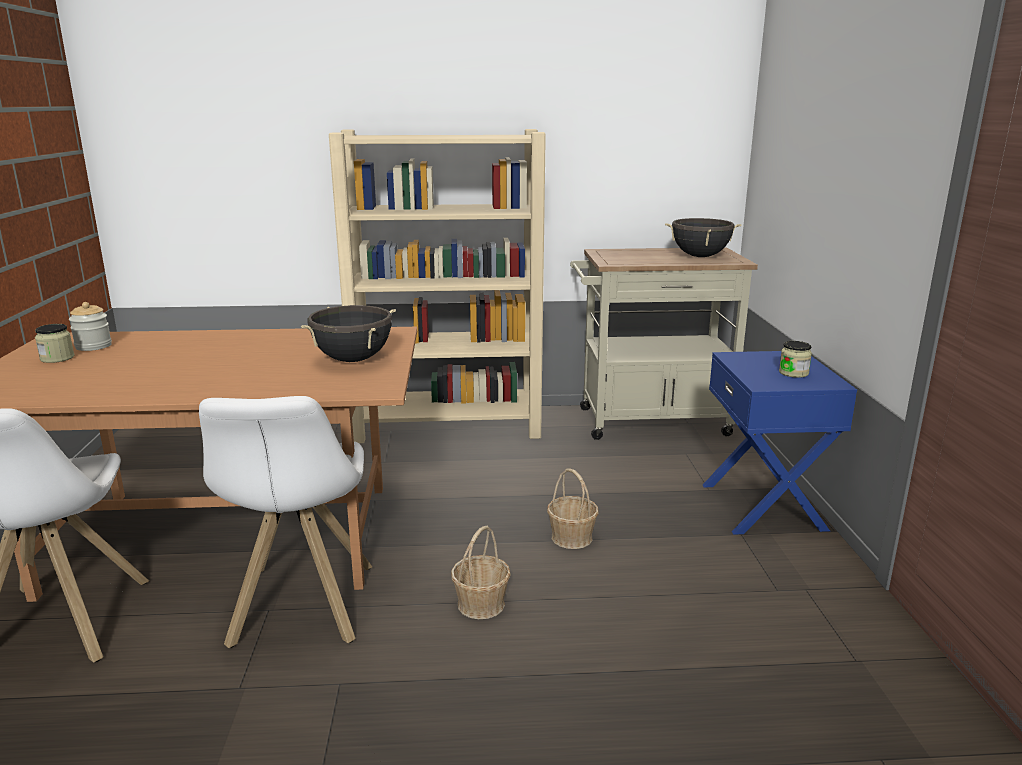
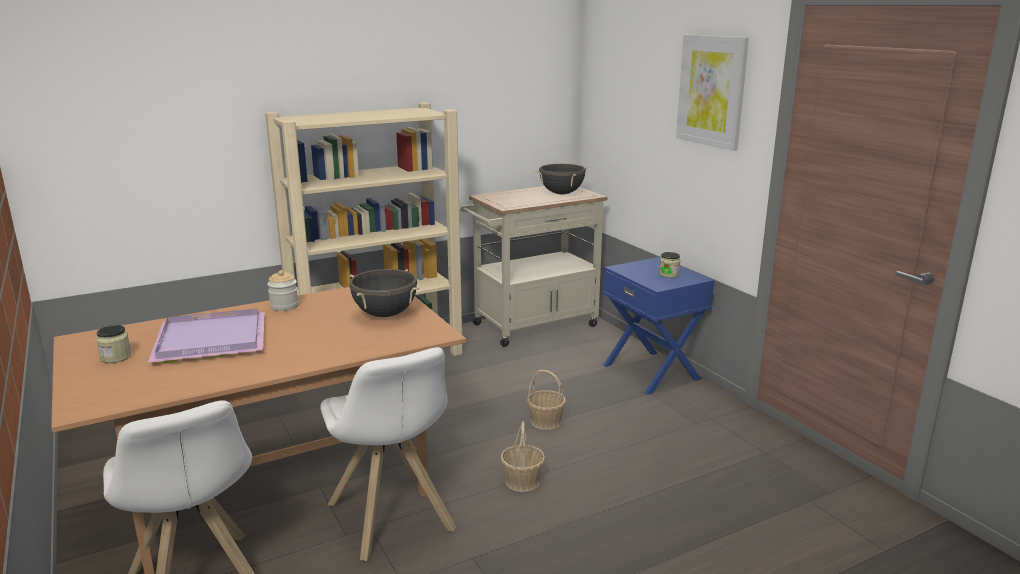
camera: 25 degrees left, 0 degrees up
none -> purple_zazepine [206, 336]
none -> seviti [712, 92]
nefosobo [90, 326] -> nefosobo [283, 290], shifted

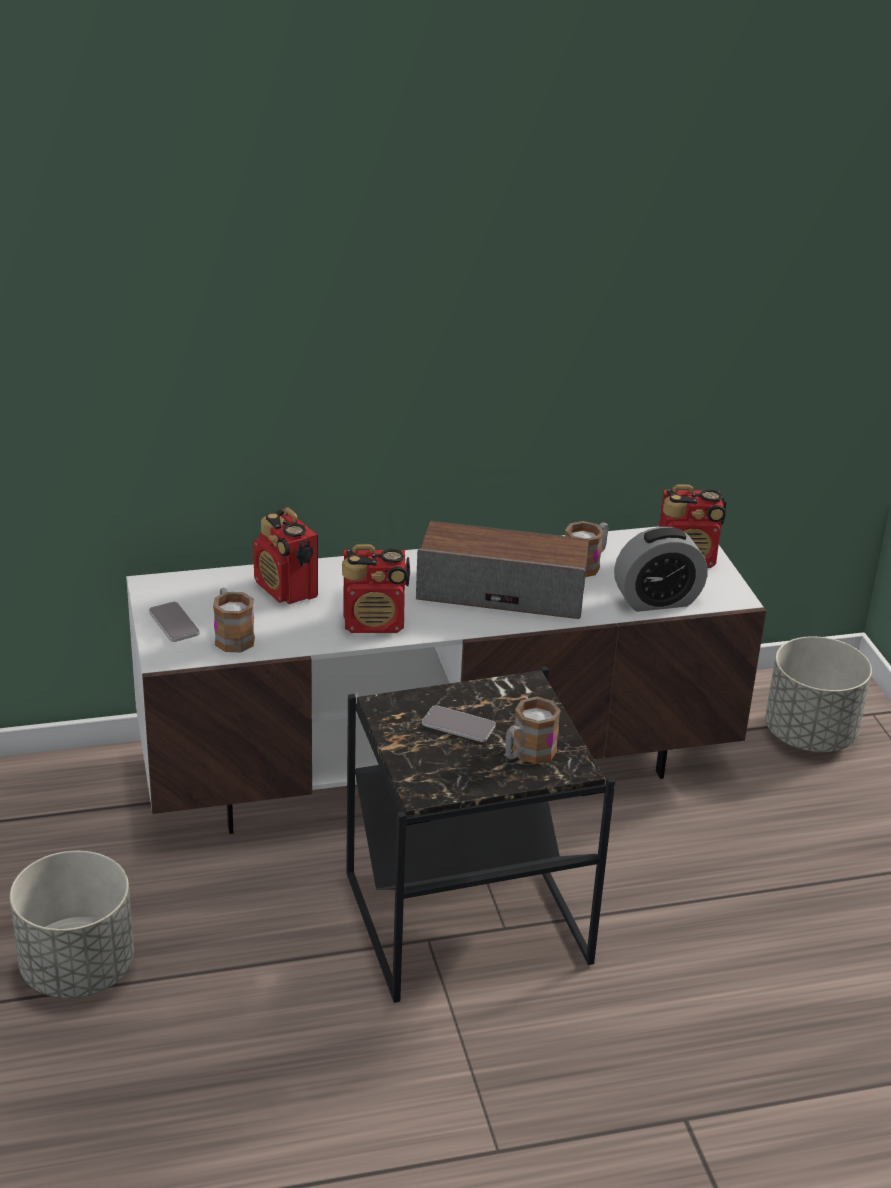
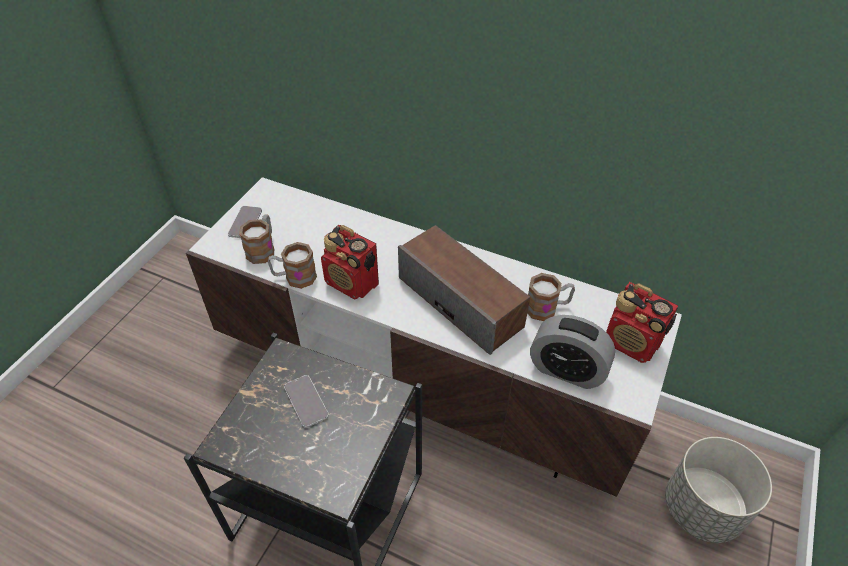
camera: 40 degrees right, 15 degrees up
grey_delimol [72, 924] -> none
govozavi [285, 555] -> none
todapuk [533, 730] -> todapuk [292, 265], shifted

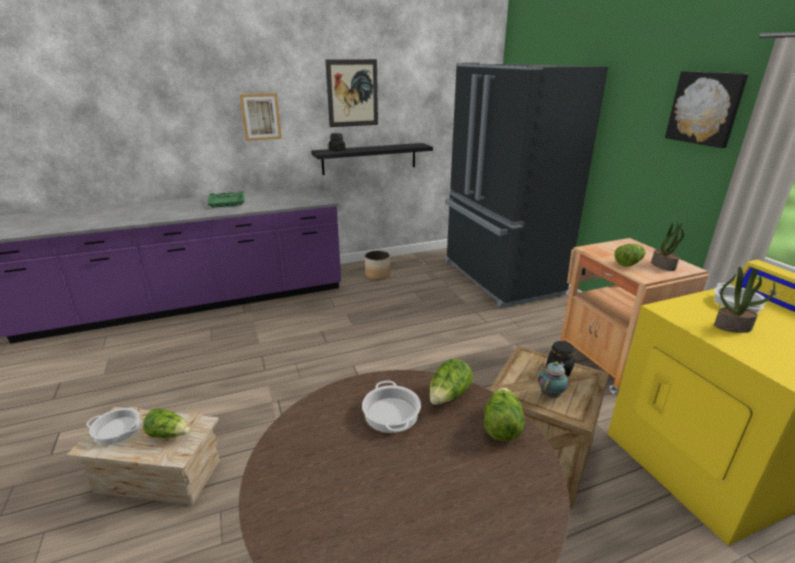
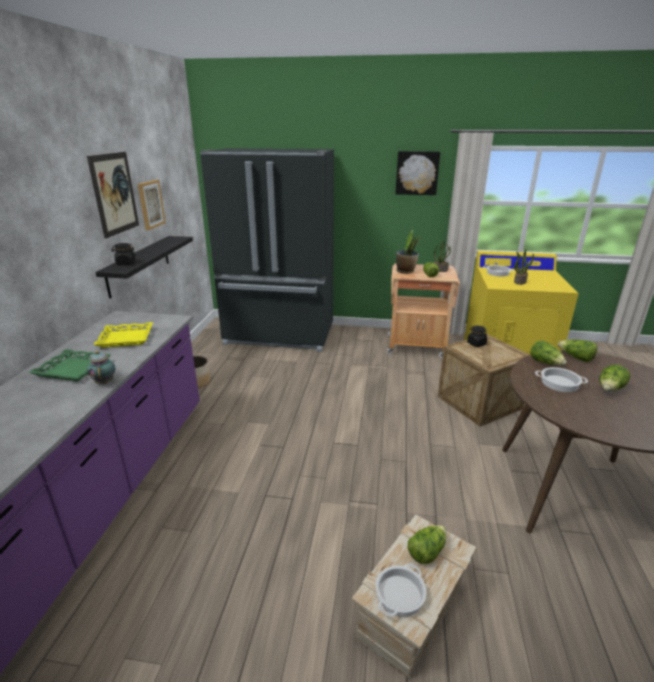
camera: 60 degrees left, 0 degrees up
none -> yellow_zazepine [123, 335]
none -> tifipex [408, 251]
none -> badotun [614, 377]
seviti [260, 117] -> seviti [152, 205], shifted
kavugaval [553, 380] -> kavugaval [101, 367], shifted

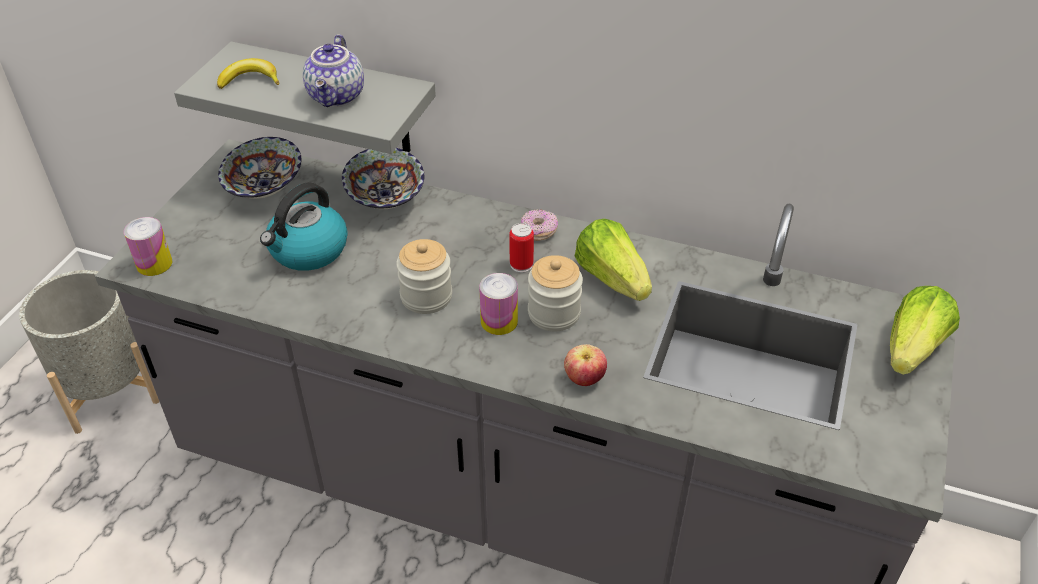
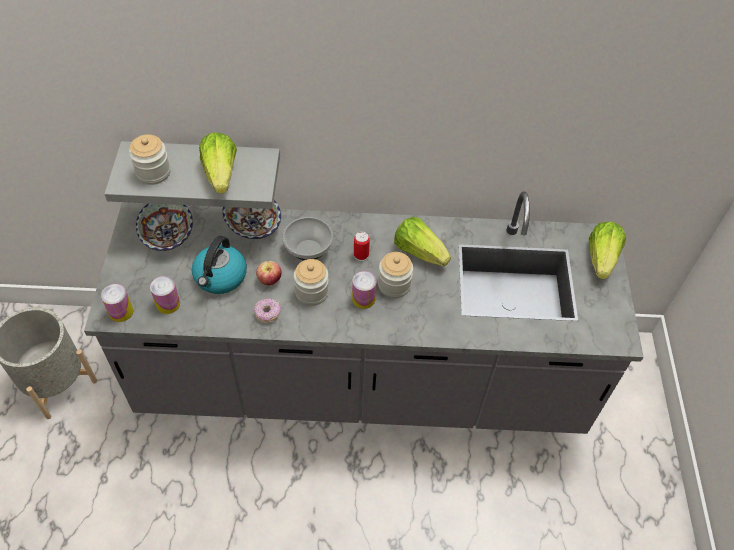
camera: 20 degrees left, 10 degrees up
none -> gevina [165, 295]
none -> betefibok [308, 239]
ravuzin [539, 225] -> ravuzin [267, 310], shifted
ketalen [585, 365] -> ketalen [269, 273], shifted
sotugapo [248, 73] -> nefosobo [150, 160]
kavugaval [333, 70] -> badotun [218, 163]

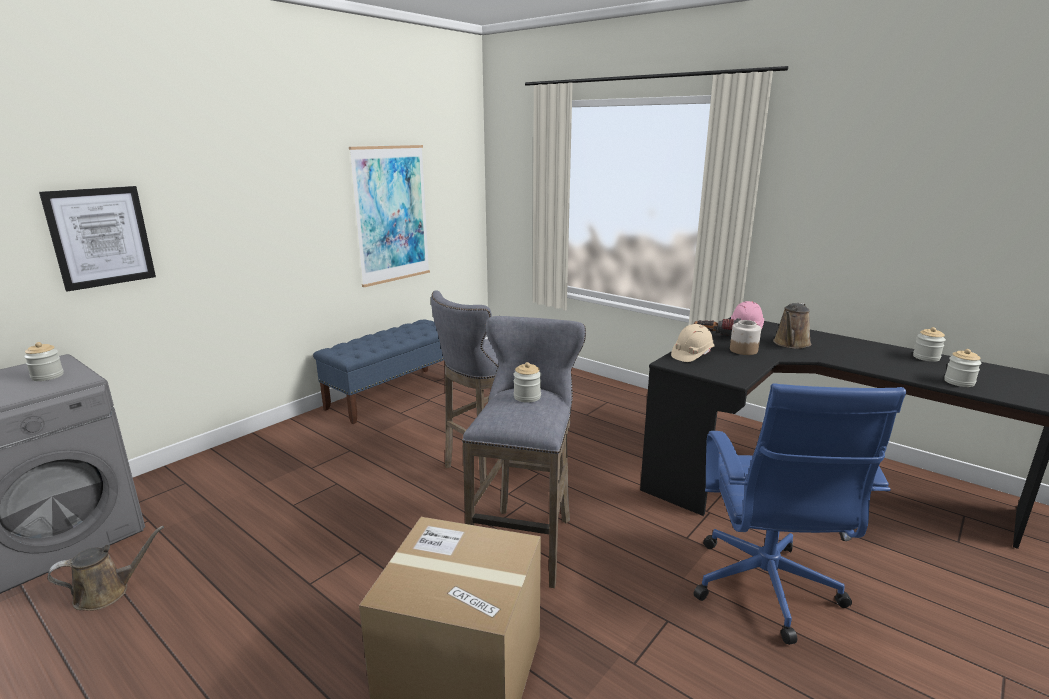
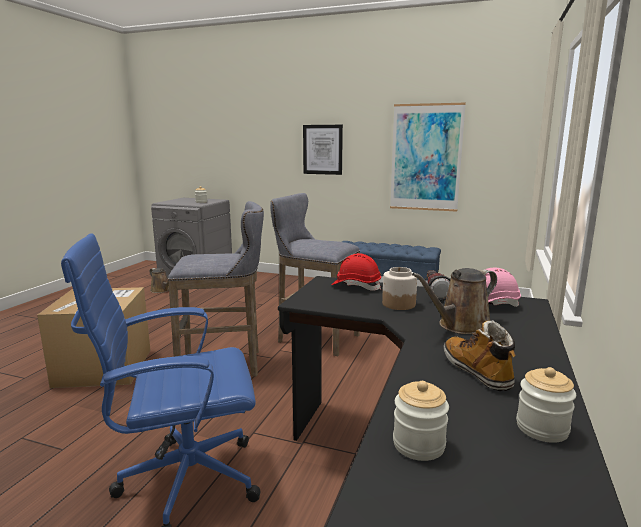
camera: 70 degrees right, 5 degrees down
nefosobo [527, 382] -> none
none -> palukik [480, 355]
seviti [97, 239] -> seviti [323, 150], shifted
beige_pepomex [693, 343] -> red_pepomex [356, 272]
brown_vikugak [792, 326] -> brown_vikugak [454, 301], 45 degrees counterclockwise

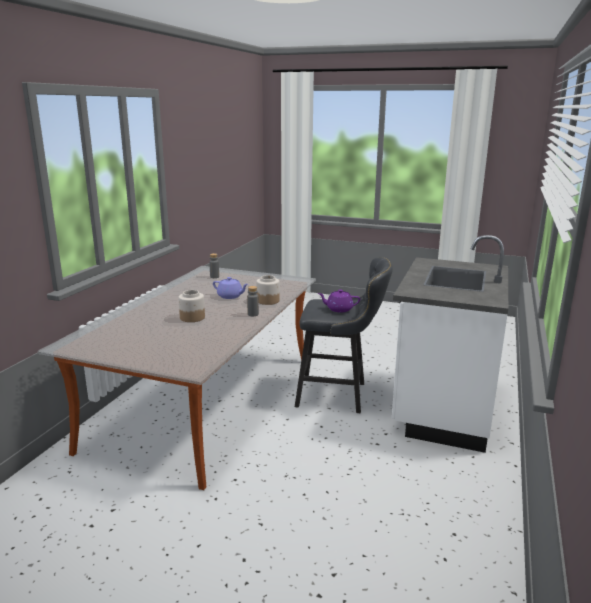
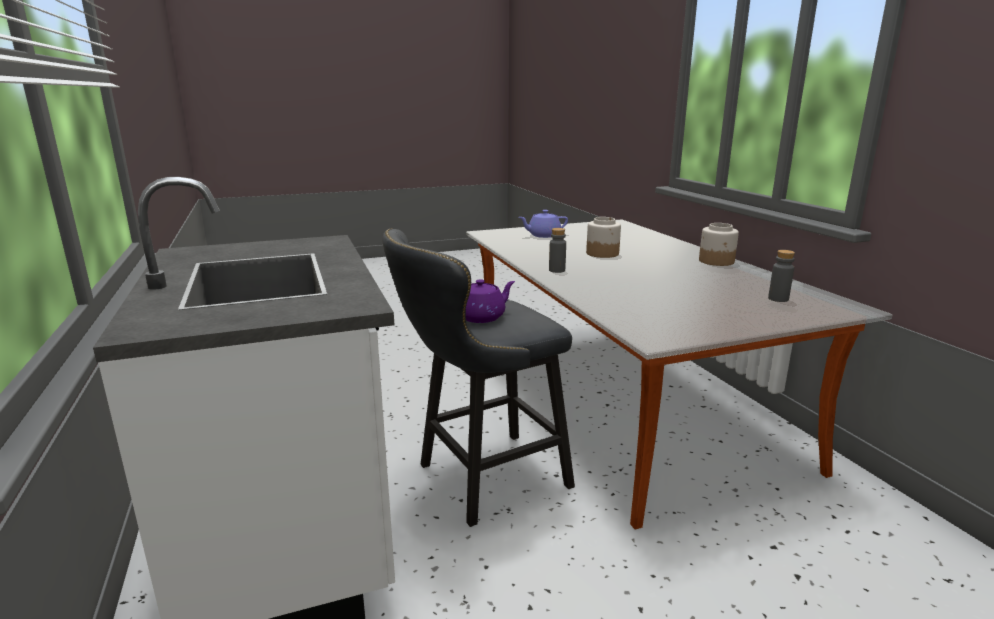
camera: 140 degrees right, 0 degrees up
purple_kavugaval [230, 288] -> purple_kavugaval [543, 224], shifted
nefosobo [268, 290] -> nefosobo [719, 244], shifted

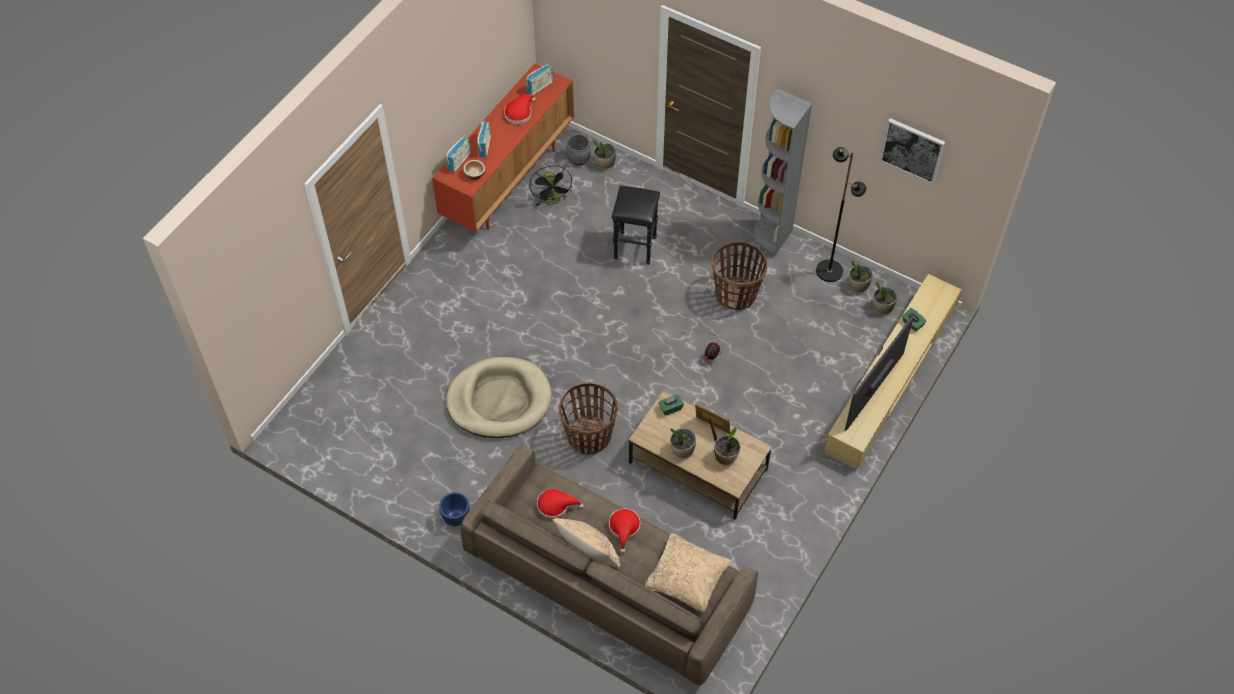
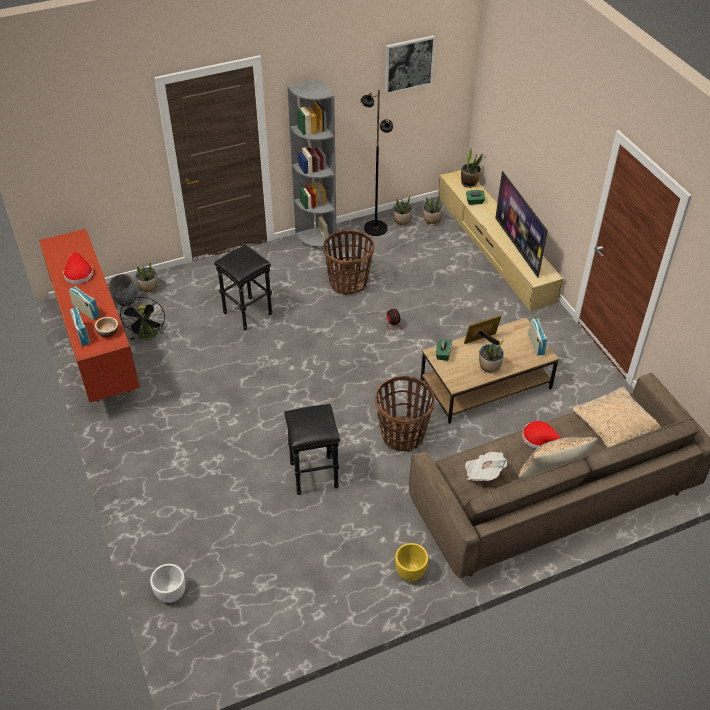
camera: 55 degrees left, 10 degrees down
none -> white_delimol [167, 583]
govozavi [540, 79] -> govozavi [537, 337], shifted
tifipex [727, 445] -> tifipex [472, 168], shifted
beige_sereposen [499, 397] -> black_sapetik [312, 449]
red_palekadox [560, 504] -> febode [486, 466]
blue_delimol [454, 509] -> yellow_delimol [411, 562]
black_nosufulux [550, 186] -> black_nosufulux [142, 318], 60 degrees clockwise

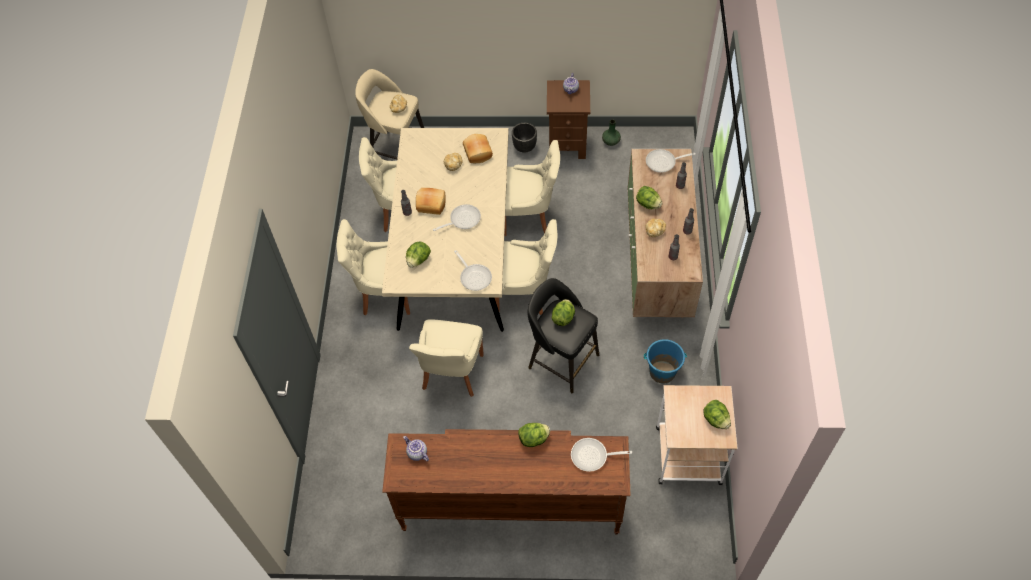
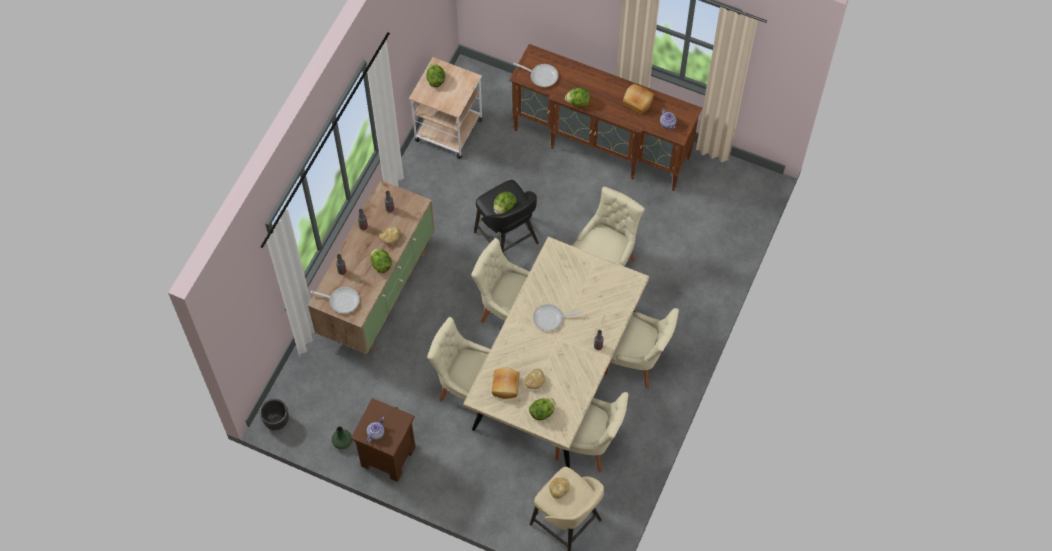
camera: 160 degrees left, 5 degrees up
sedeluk [473, 270] -> none
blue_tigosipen [665, 361] -> none
badotun [418, 255] -> badotun [542, 409], shifted
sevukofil [431, 201] -> sevukofil [638, 99], shifted
black_delimol [524, 138] -> black_delimol [274, 414], shifted

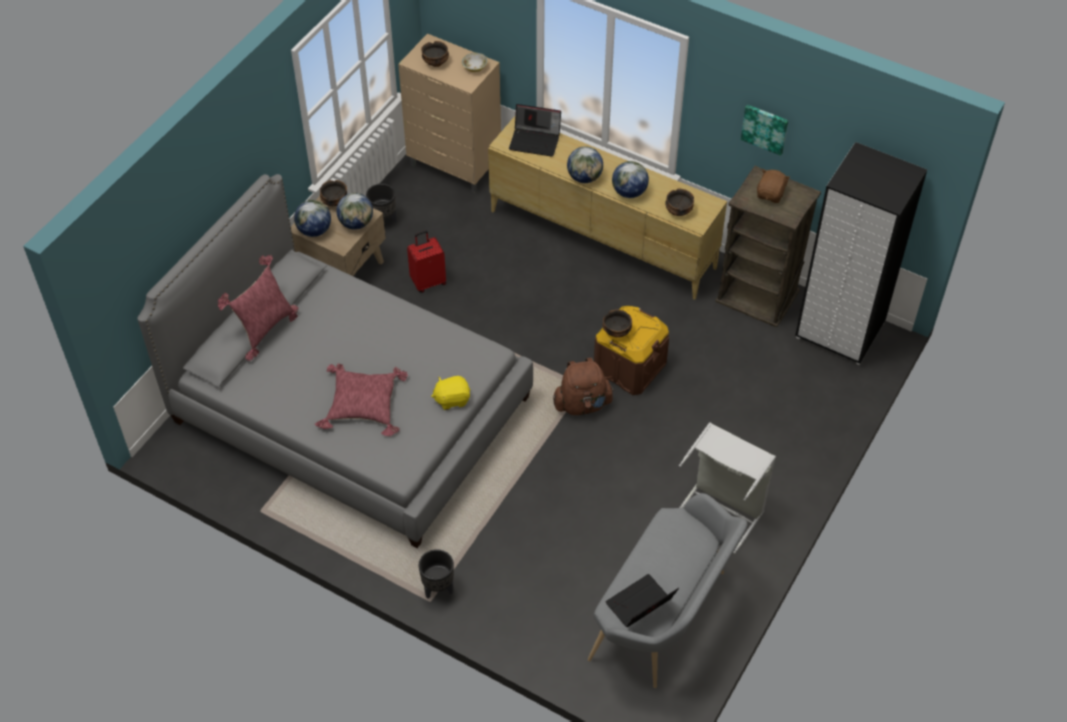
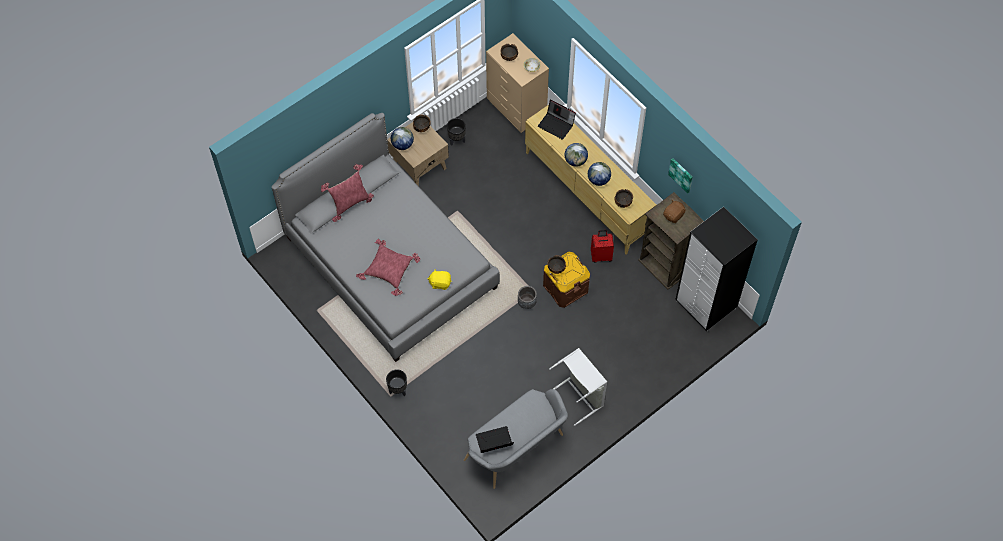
camera: 20 degrees right, 10 degrees up
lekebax [354, 211] -> none
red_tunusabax [426, 262] -> red_tunusabax [602, 246], shifted
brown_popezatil [583, 386] -> grey_delimol [527, 297]

